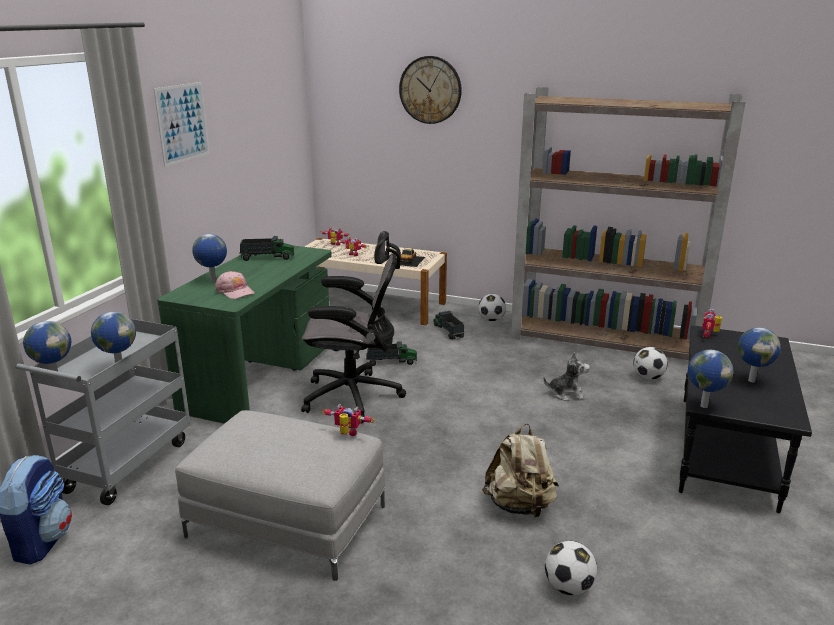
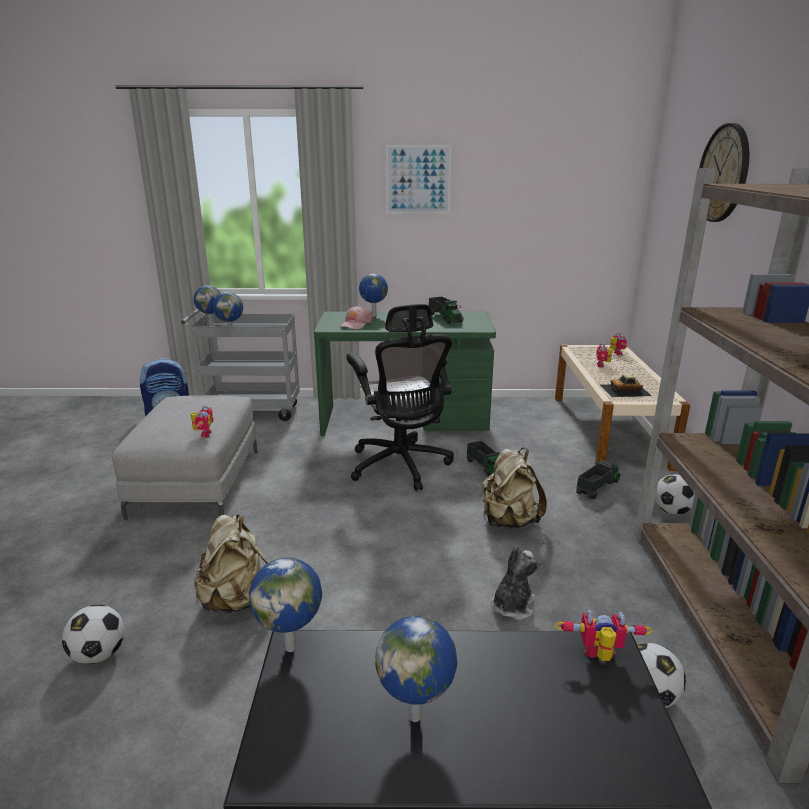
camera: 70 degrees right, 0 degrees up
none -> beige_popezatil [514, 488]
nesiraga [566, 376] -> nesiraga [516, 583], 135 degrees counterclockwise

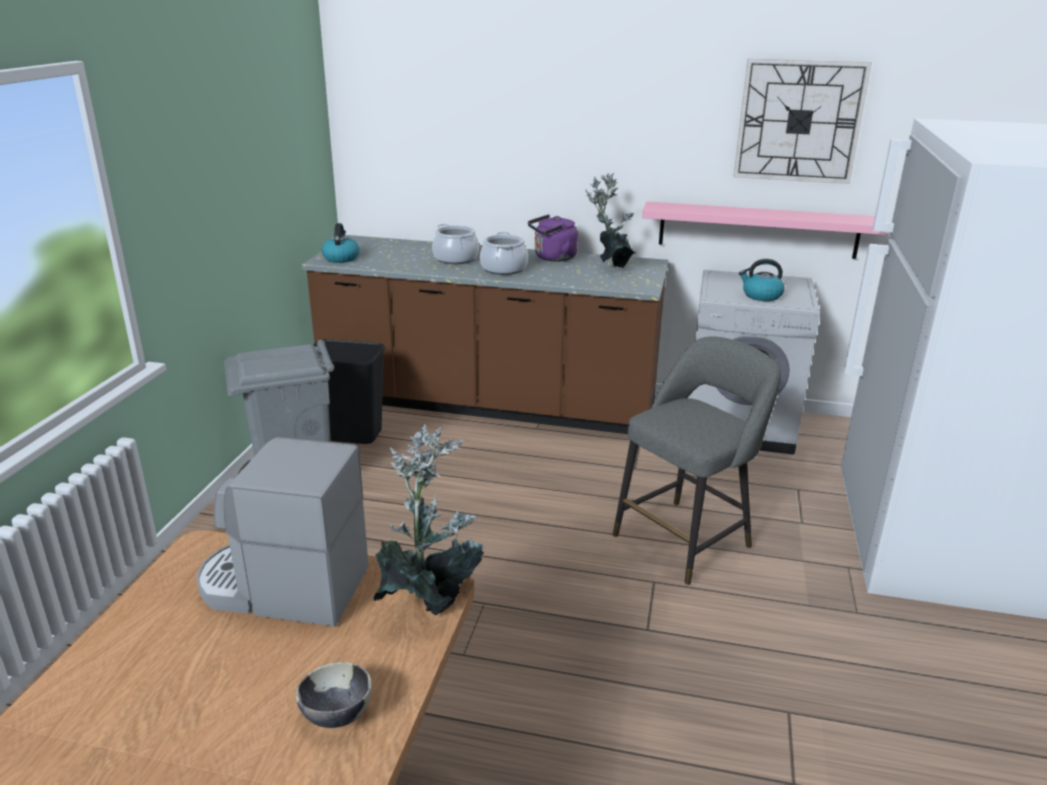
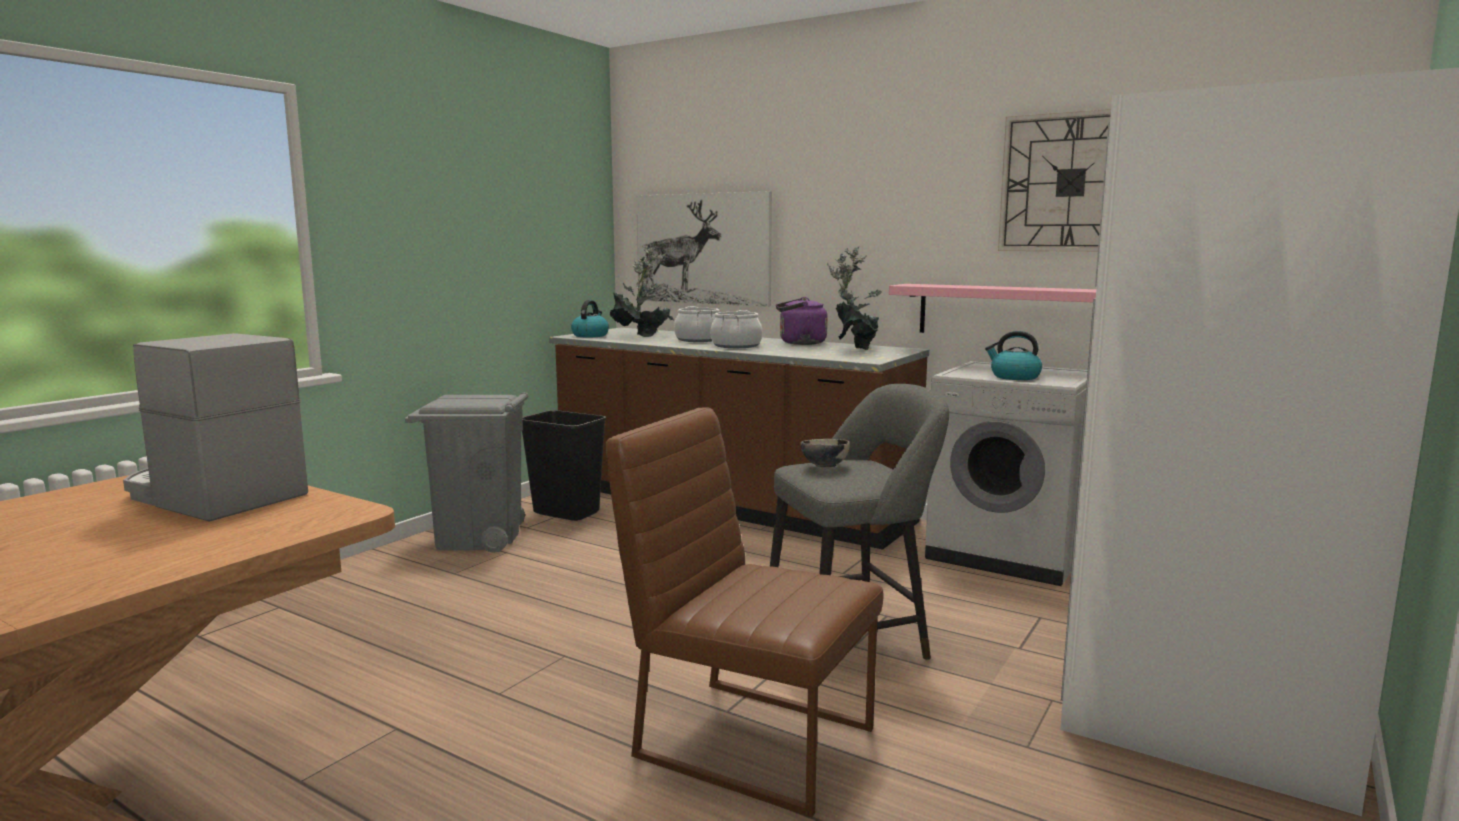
camera: 20 degrees right, 15 degrees down
none -> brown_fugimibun [745, 613]
none -> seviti [704, 249]
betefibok [334, 695] -> betefibok [825, 453], shifted
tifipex [429, 519] -> tifipex [642, 291], shifted

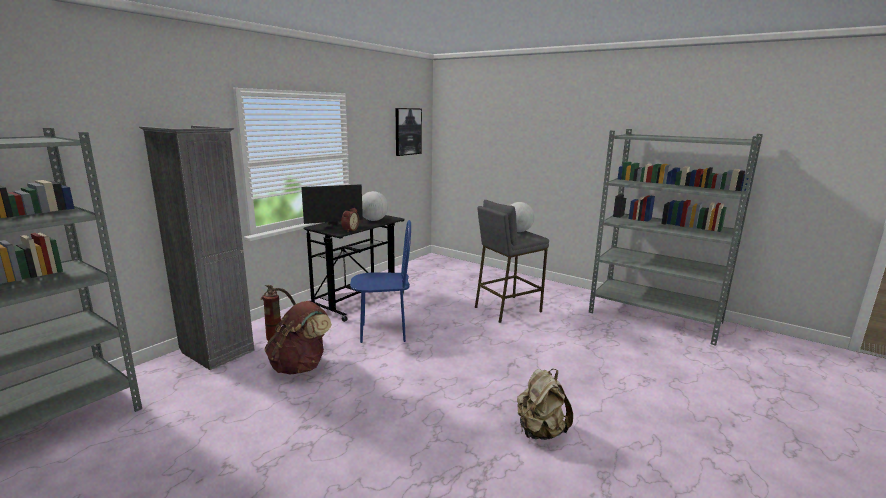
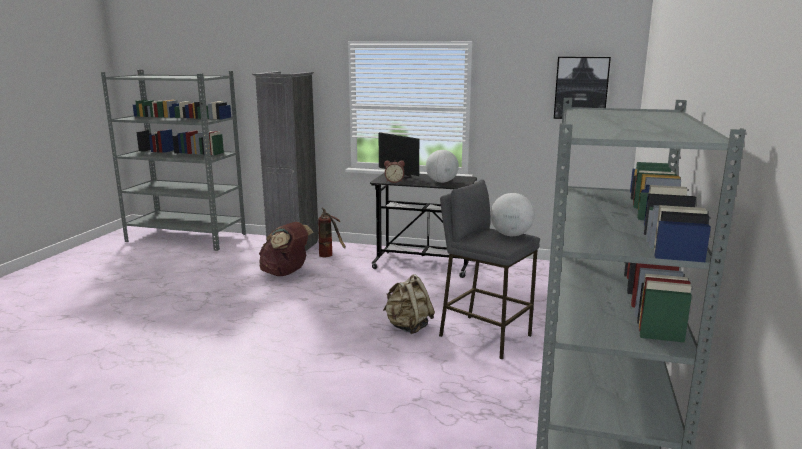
camera: 70 degrees right, 0 degrees up
blue_fugimibun [380, 281] -> none
beige_popezatil [545, 404] -> beige_popezatil [409, 304], shifted

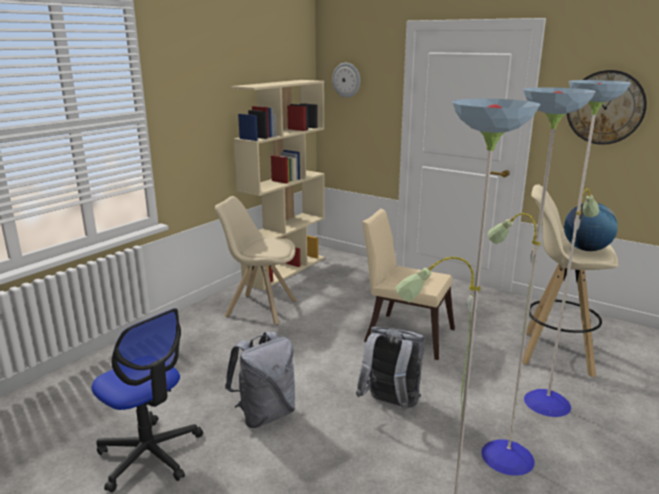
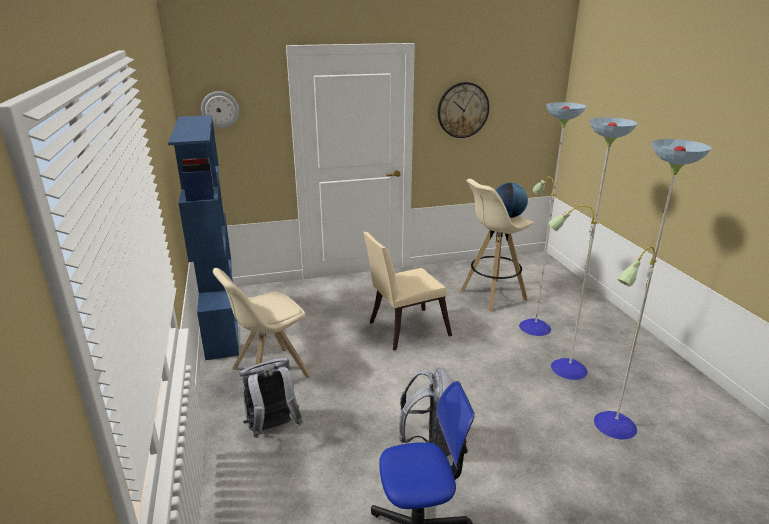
camera: 50 degrees left, 5 degrees up
grey_popezatil [390, 368] -> grey_popezatil [271, 398], shifted
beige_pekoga [277, 185] -> blue_pekoga [203, 237]

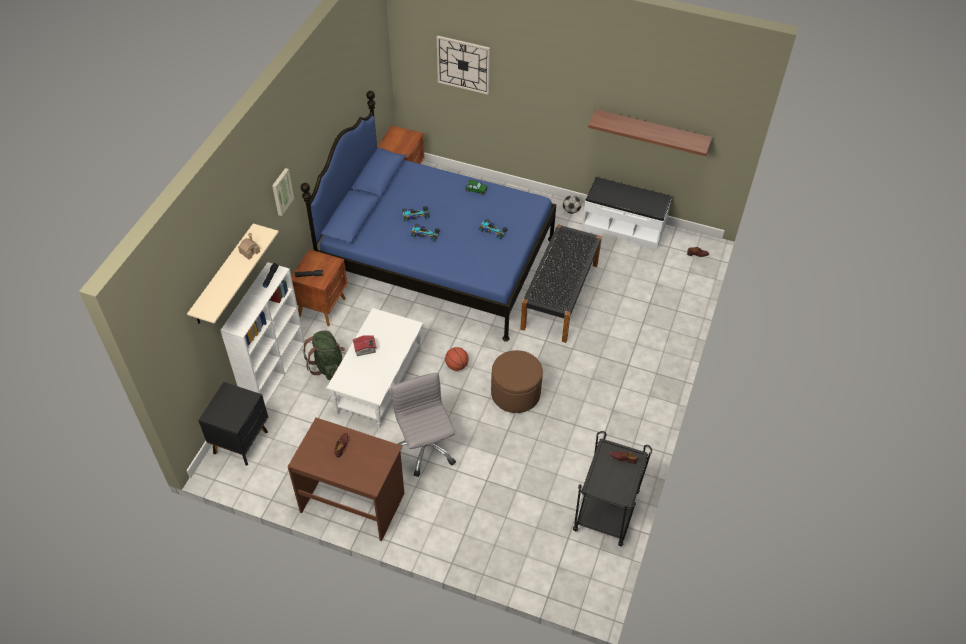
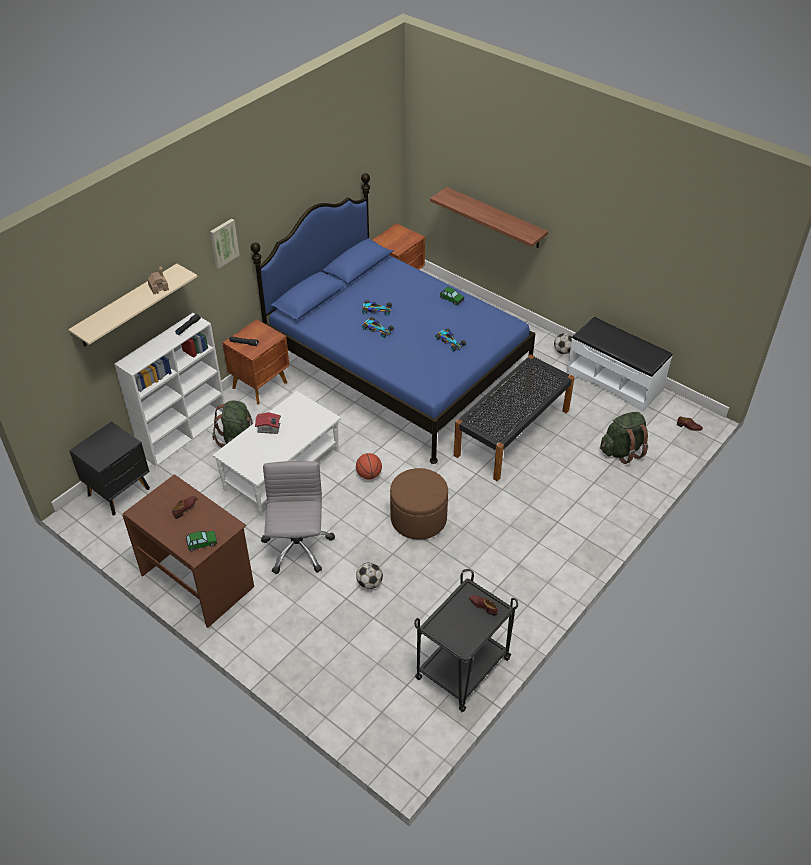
camera: 20 degrees right, 5 degrees down
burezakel [463, 65] -> none
none -> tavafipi [201, 541]
none -> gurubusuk [369, 575]
none -> green_popezatil [624, 438]
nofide [650, 132] -> nofide [489, 217], shifted

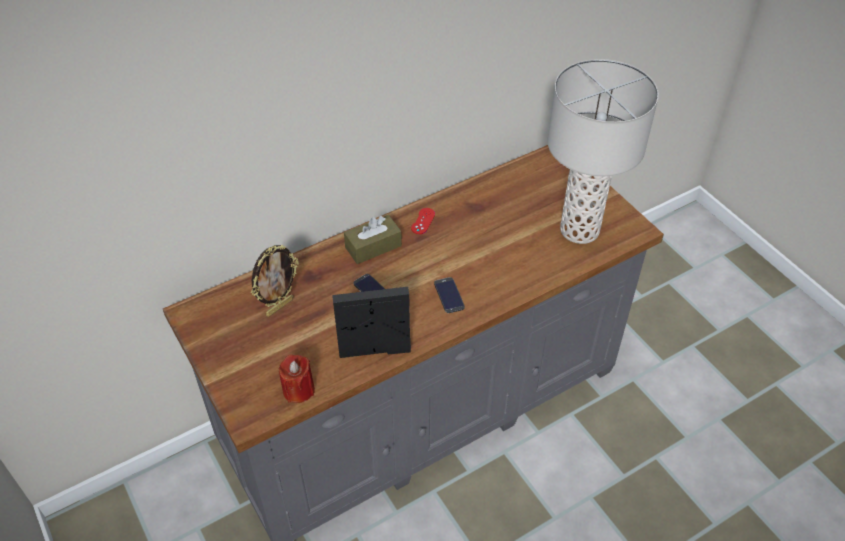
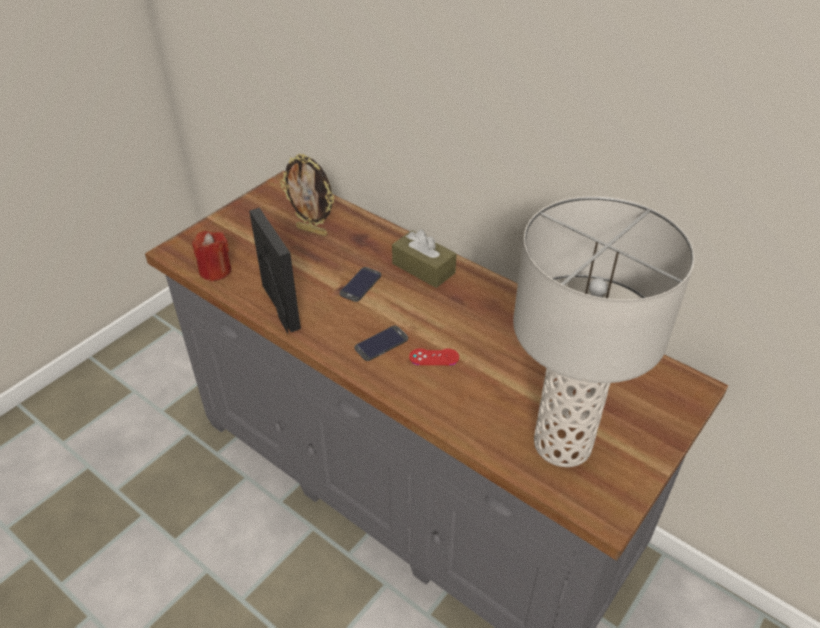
camera: 70 degrees right, 5 degrees down
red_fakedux [423, 221] -> red_fakedux [434, 356], shifted

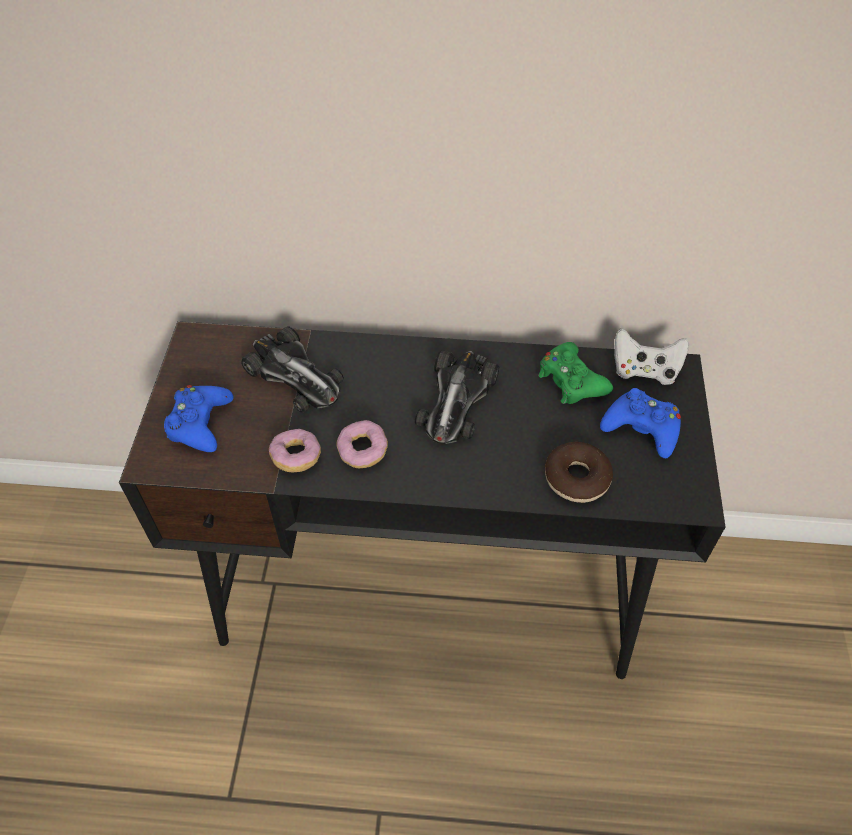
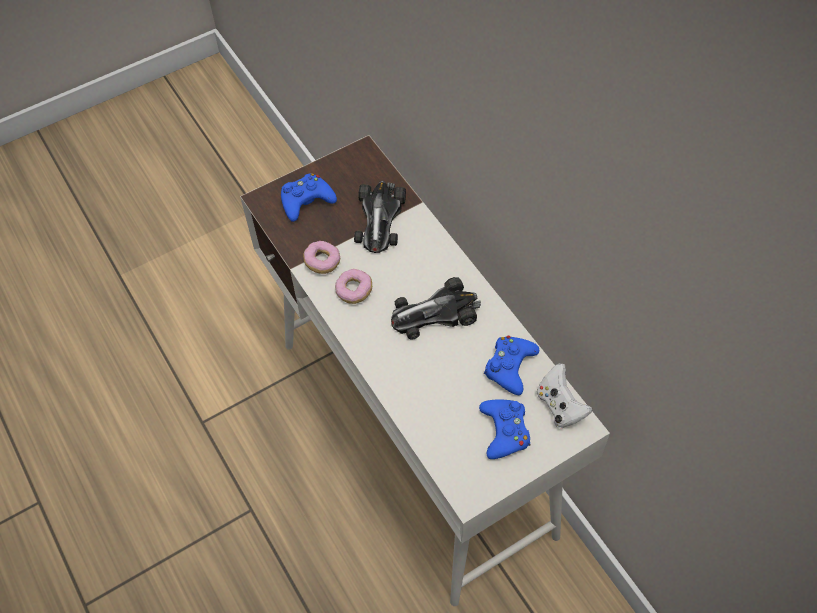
camera: 55 degrees right, 5 degrees up
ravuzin [579, 472] -> none
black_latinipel [422, 500] -> white_latinipel [425, 370]
green_fakedux [575, 373] -> blue_fakedux [511, 365]

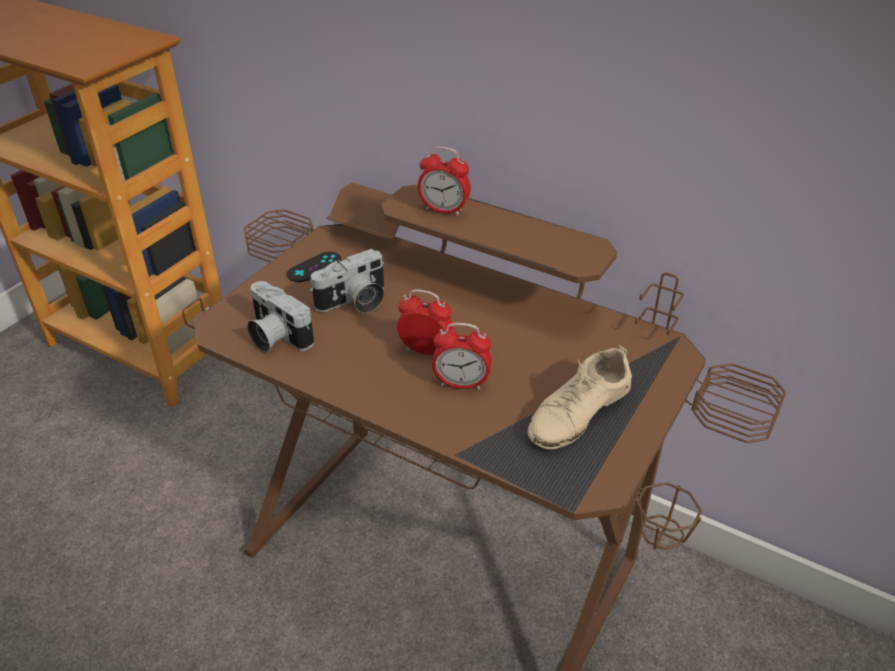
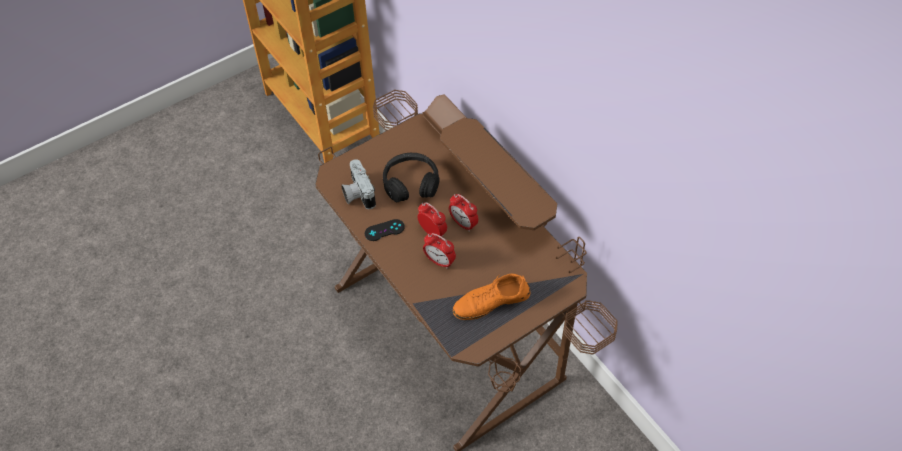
camera: 25 degrees right, 15 degrees up
black_fakedux [314, 267] -> black_fakedux [385, 230], shifted
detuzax [444, 181] -> detuzax [463, 213], shifted
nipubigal [347, 281] -> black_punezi [411, 177]
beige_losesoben [579, 397] -> orange_losesoben [491, 297]

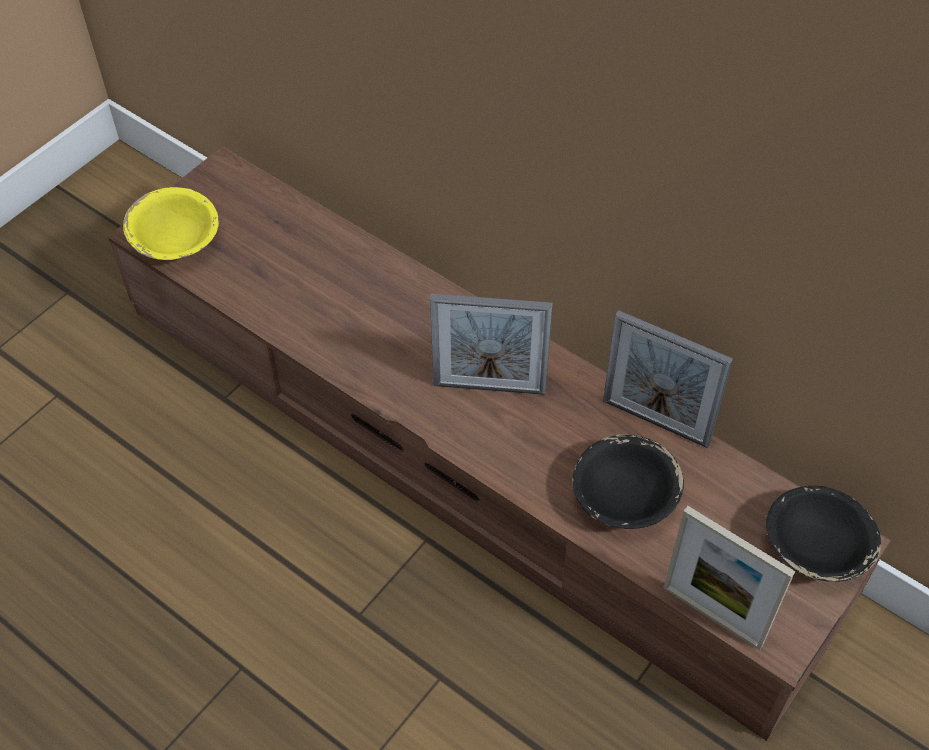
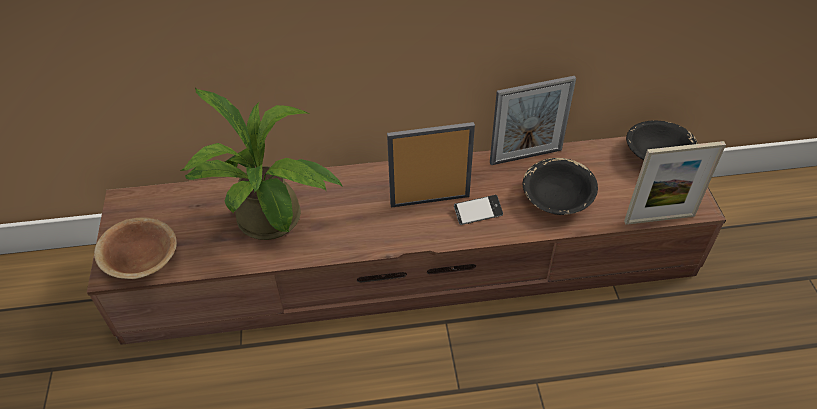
camera: 45 degrees left, 5 degrees down
none -> tifipex [261, 163]
none -> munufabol [478, 210]
yellow_betefibok [171, 223] -> brown_betefibok [135, 248]
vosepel [491, 344] -> vosepel [431, 165], 150 degrees counterclockwise

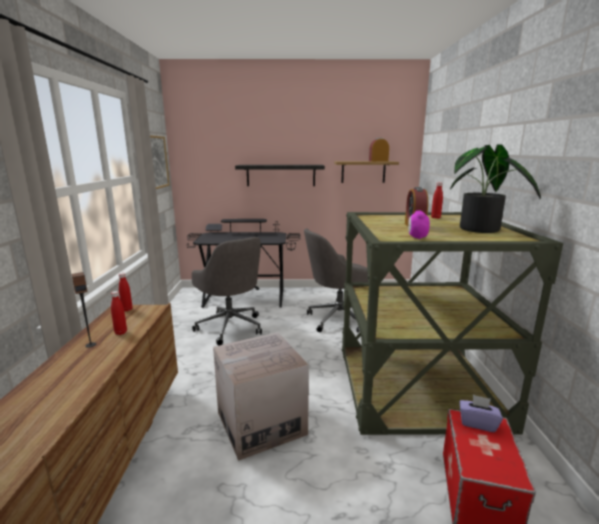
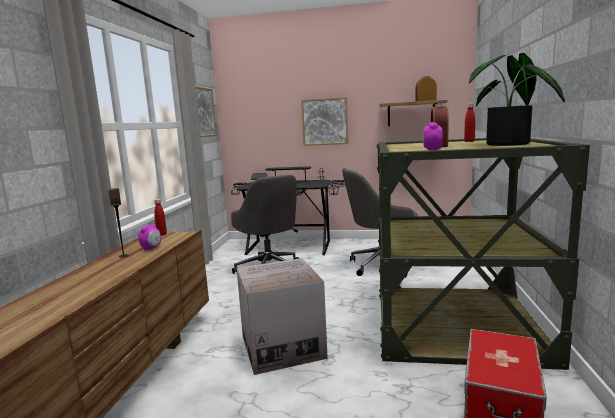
camera: 10 degrees right, 5 degrees down
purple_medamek [481, 413] -> none
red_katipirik [119, 313] -> detuzax [149, 237]
black_nofide [280, 175] -> seviti [324, 121]

